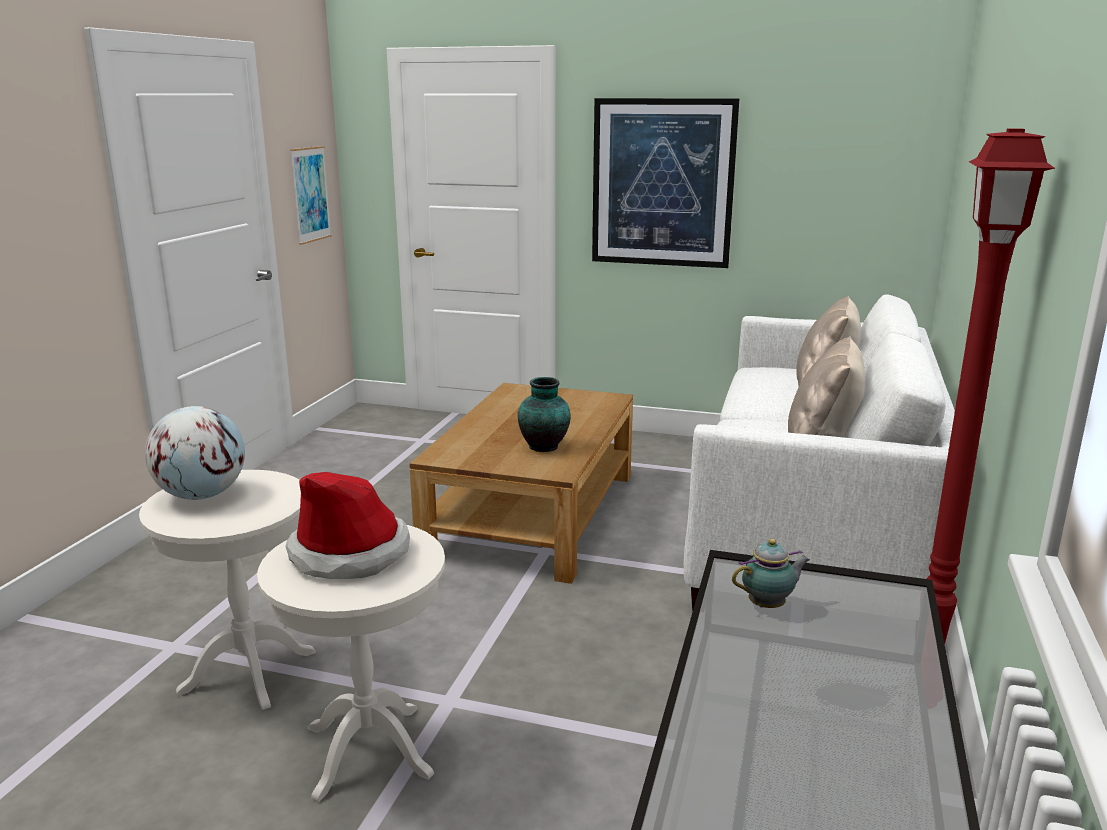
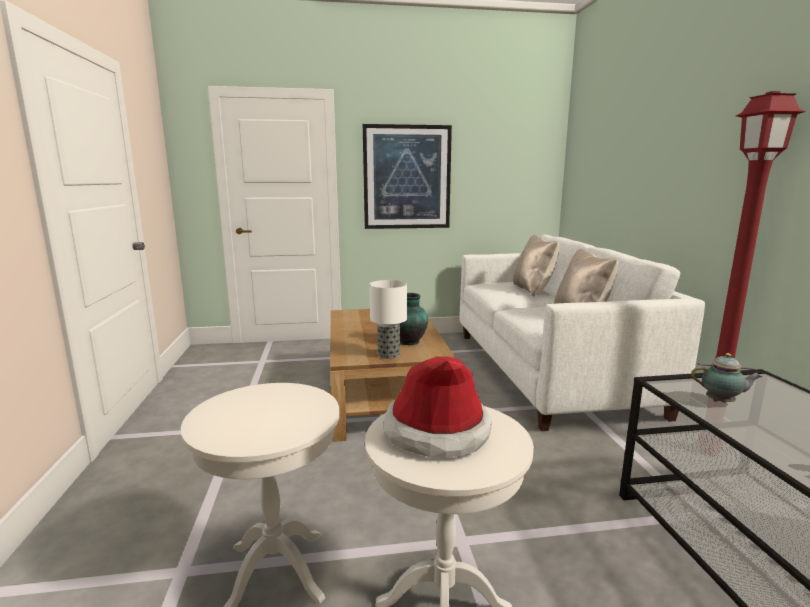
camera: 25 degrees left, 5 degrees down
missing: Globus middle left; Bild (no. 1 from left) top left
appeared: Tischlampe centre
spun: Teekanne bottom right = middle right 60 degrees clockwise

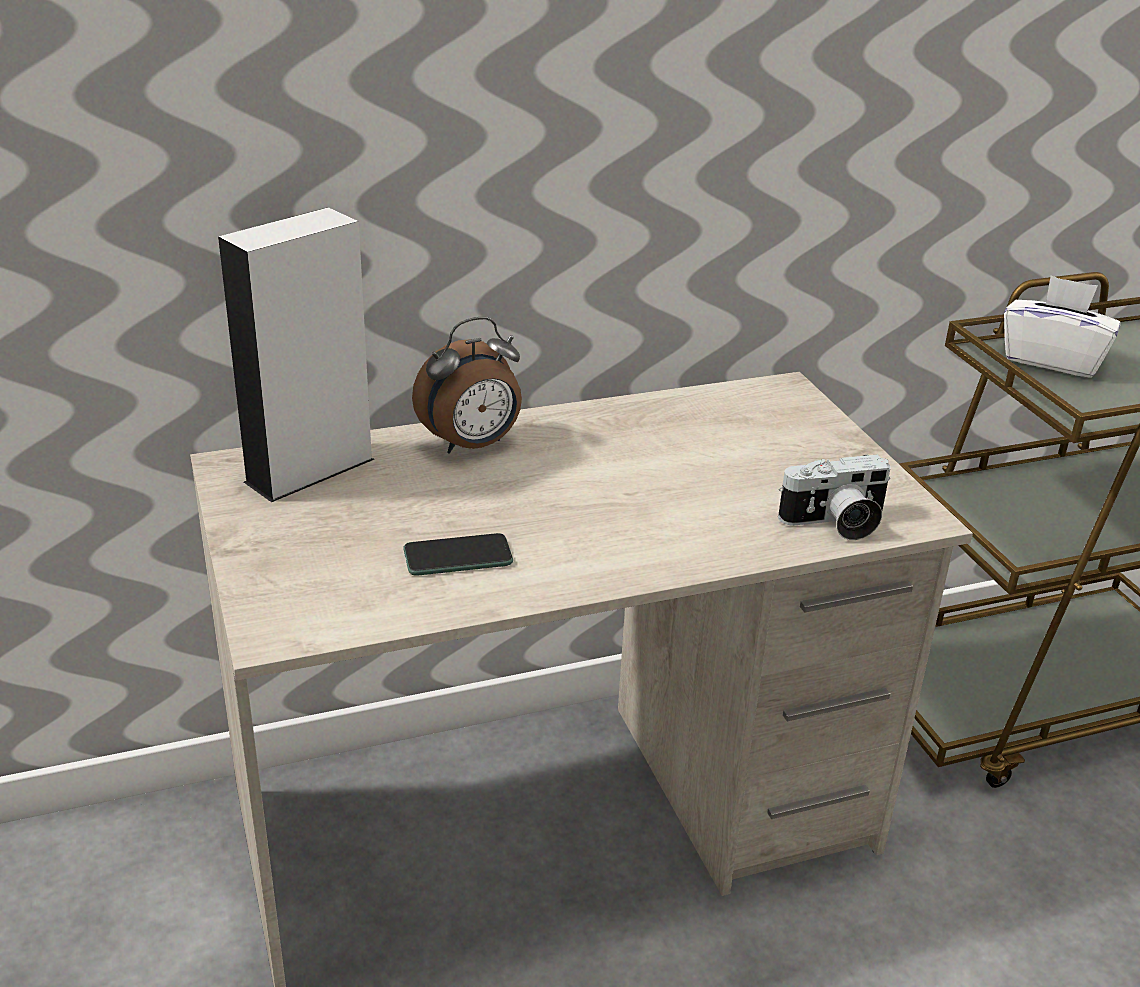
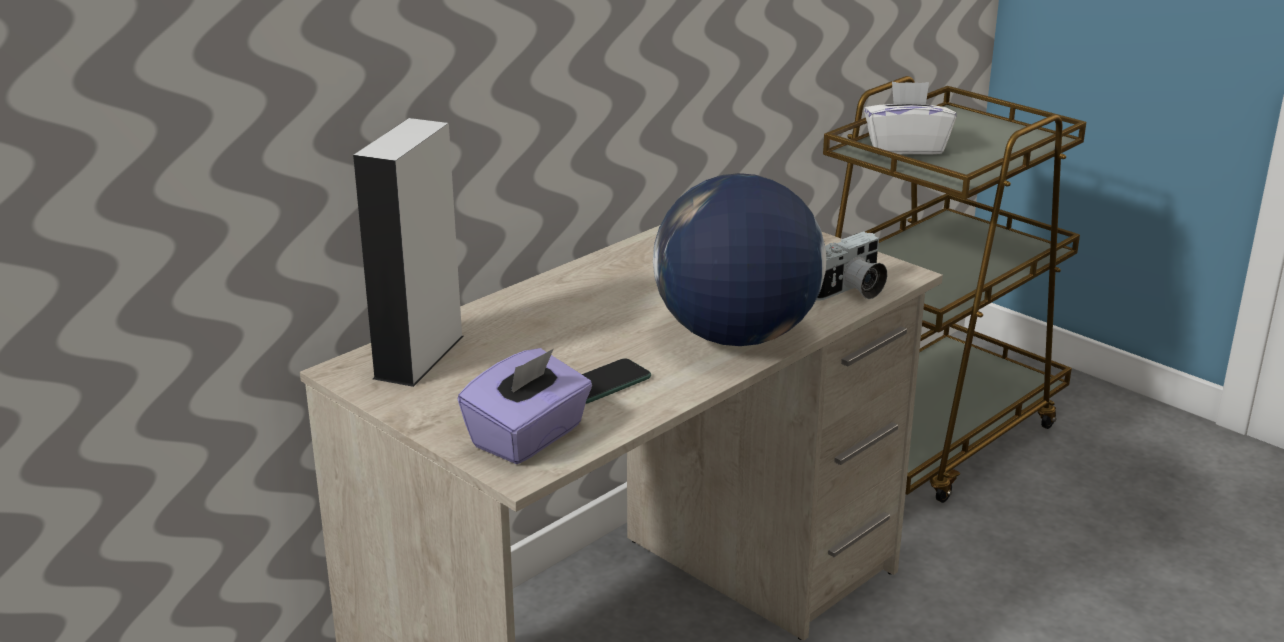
camera: 25 degrees left, 5 degrees down
missing: Wecker centre
appeared: Taschentuchbox (lila) centre; Globus centre

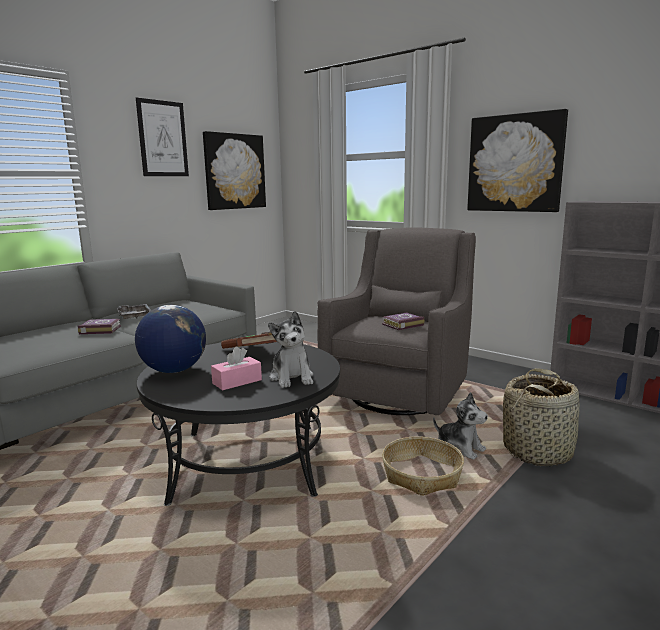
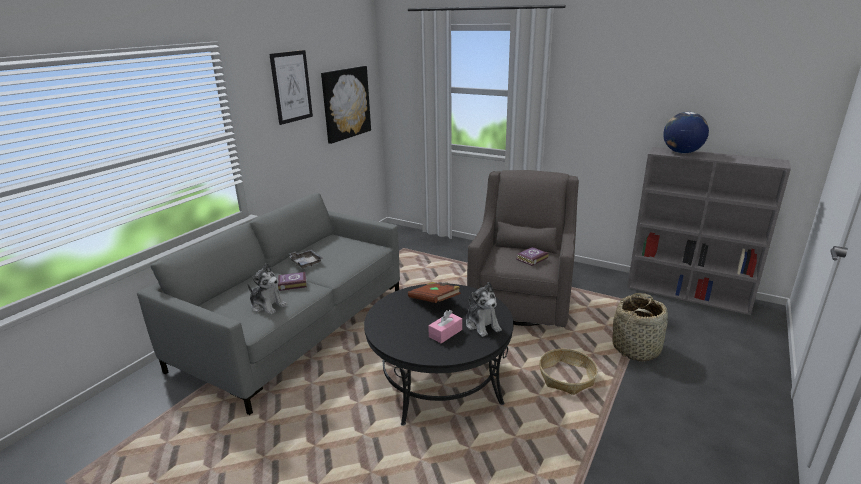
camera: 10 degrees left, 10 degrees up
missing: Bild (no. 3 from left) top right
relocated: Globus middle left to top right; Plüschtier (no. 2 from left in the first image) bottom right to Plüschtier (no. 1 from left) middle left

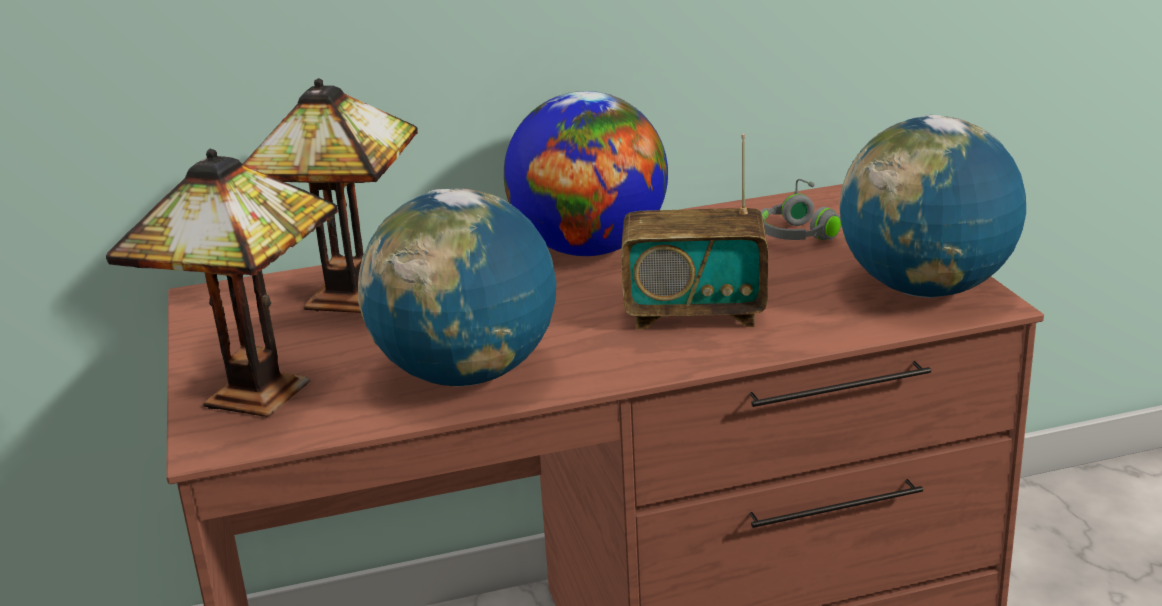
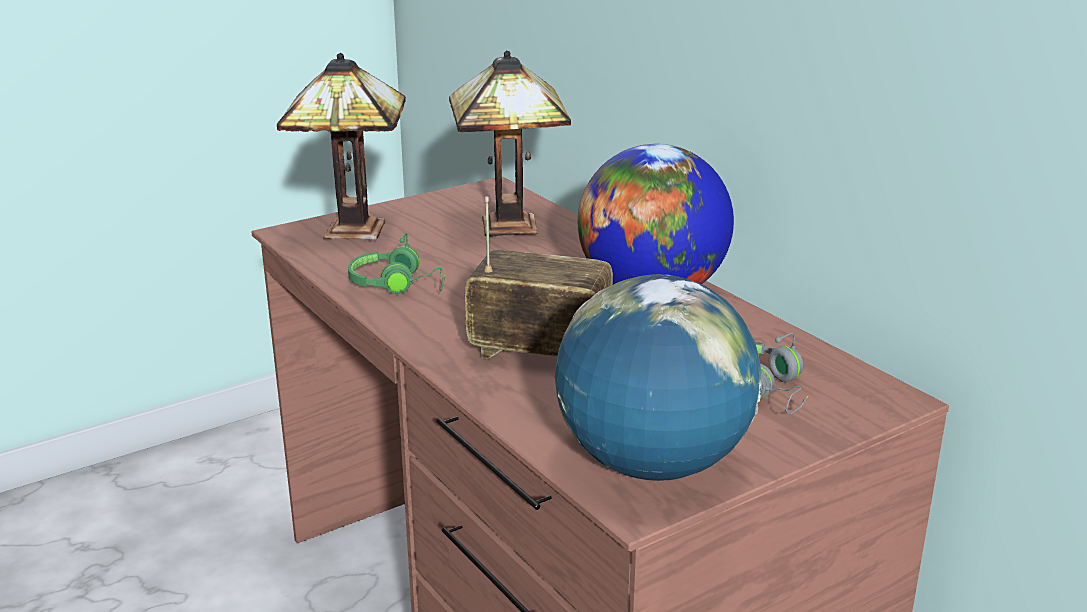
camera: 70 degrees right, 0 degrees up
exchanged: Globus (no. 1 from left) centre to Kopfhörer (grün) centre
spun: Radio centre = centre 120 degrees clockwise

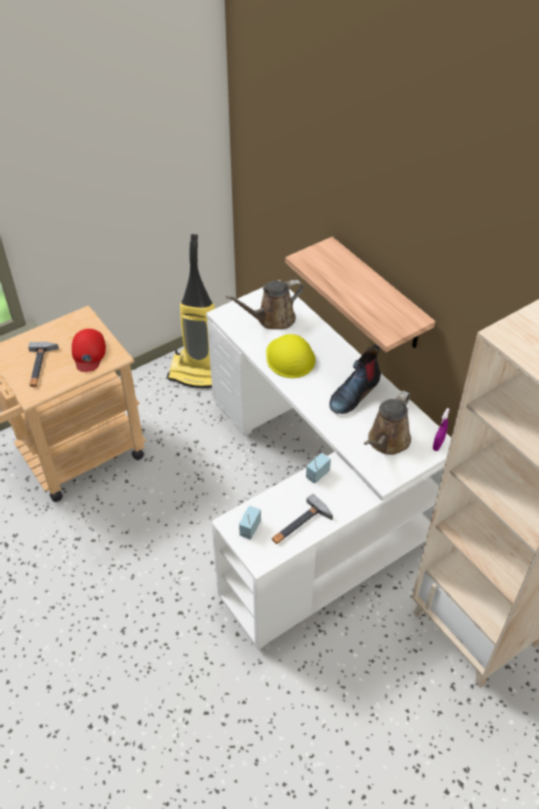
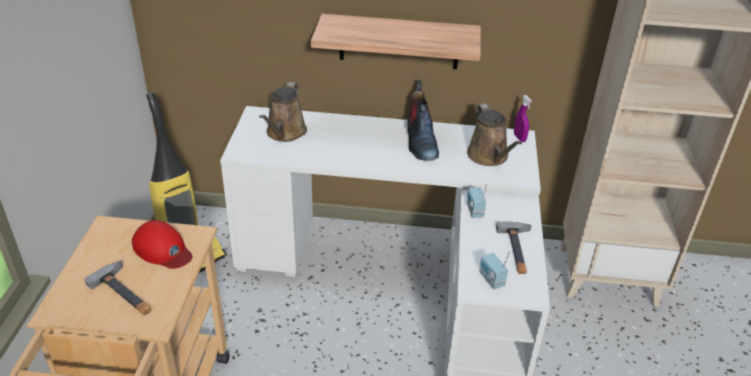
camera: 50 degrees left, 10 degrees down
missing: Schutzhelm (gelb) centre

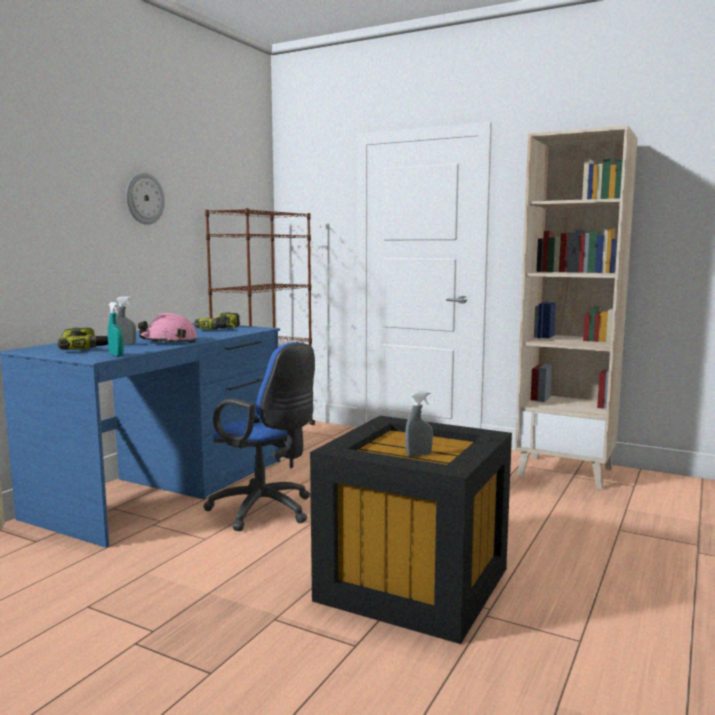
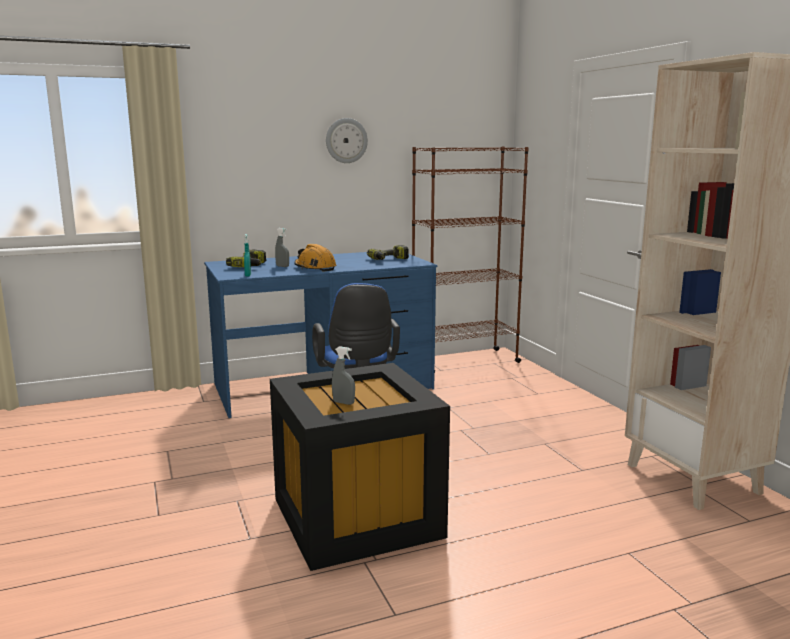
camera: 40 degrees right, 5 degrees up
colour: Schutzhelm (rosa) middle left to Schutzhelm (orange) centre

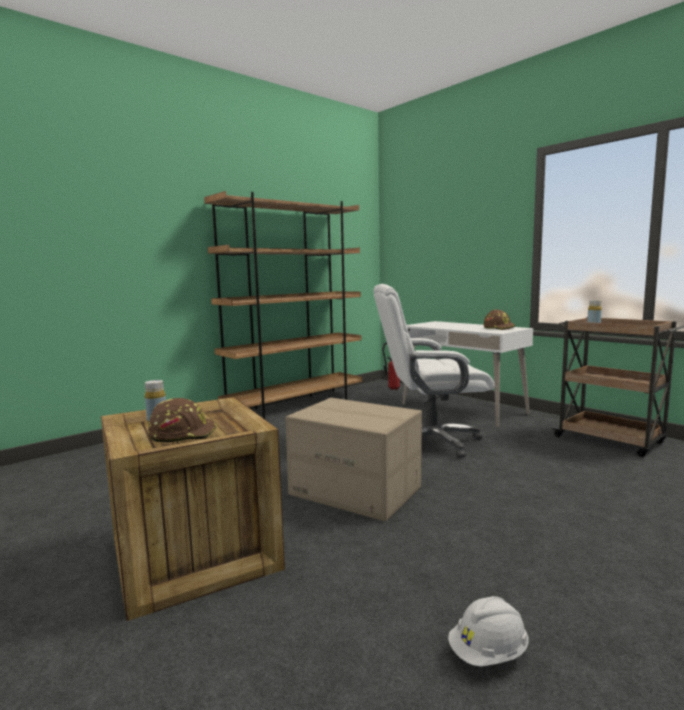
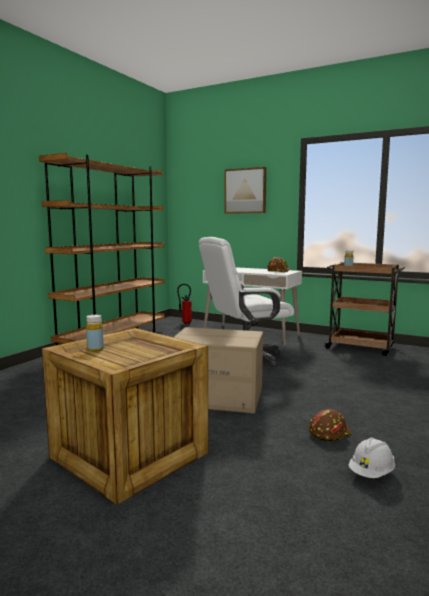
camera: 20 degrees left, 0 degrees up
appeared: Bild top centre
relocated: Schutzhelm (braun) (no. 1 from left in the first image) middle left to Schutzhelm (braun) (no. 2 from left) bottom right

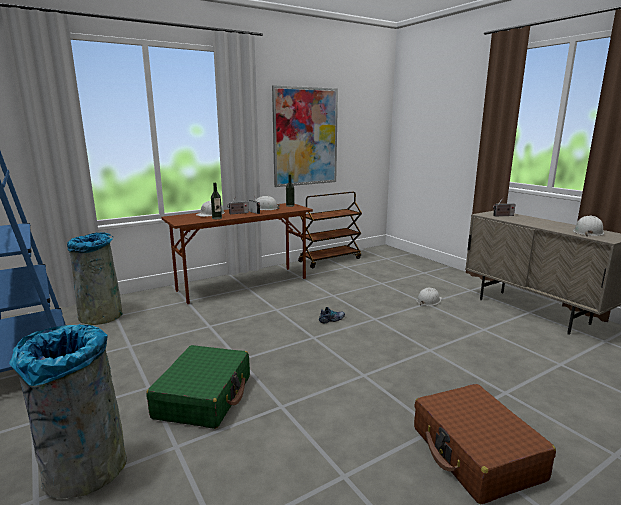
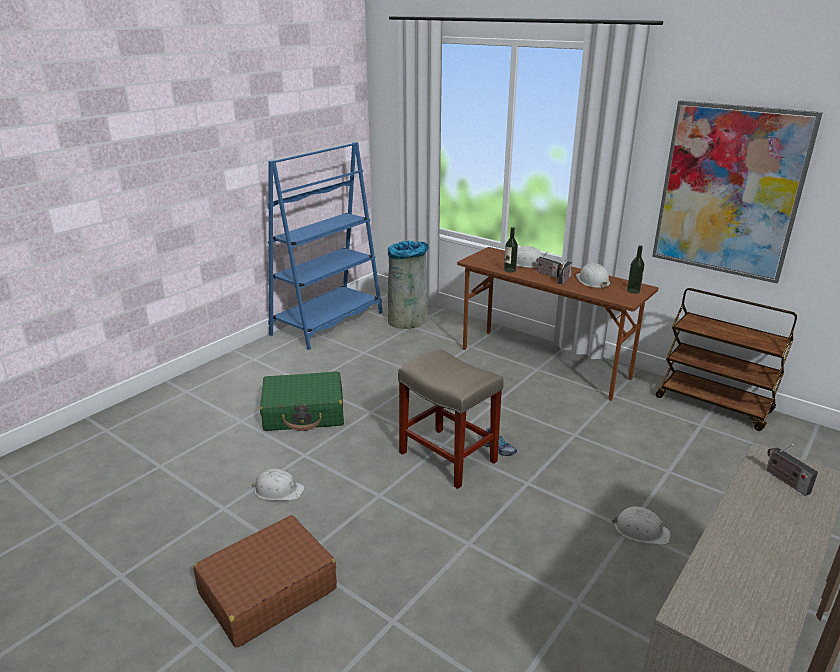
camera: 70 degrees right, 10 degrees up
missing: Mülleimer (grau) (no. 1 from left) bottom left
appeared: Hocker (beige) centre
relocated: Schutzhelm (weiß) (no. 4 from left in the first image) middle right to Schutzhelm (weiß) (no. 1 from left) bottom left

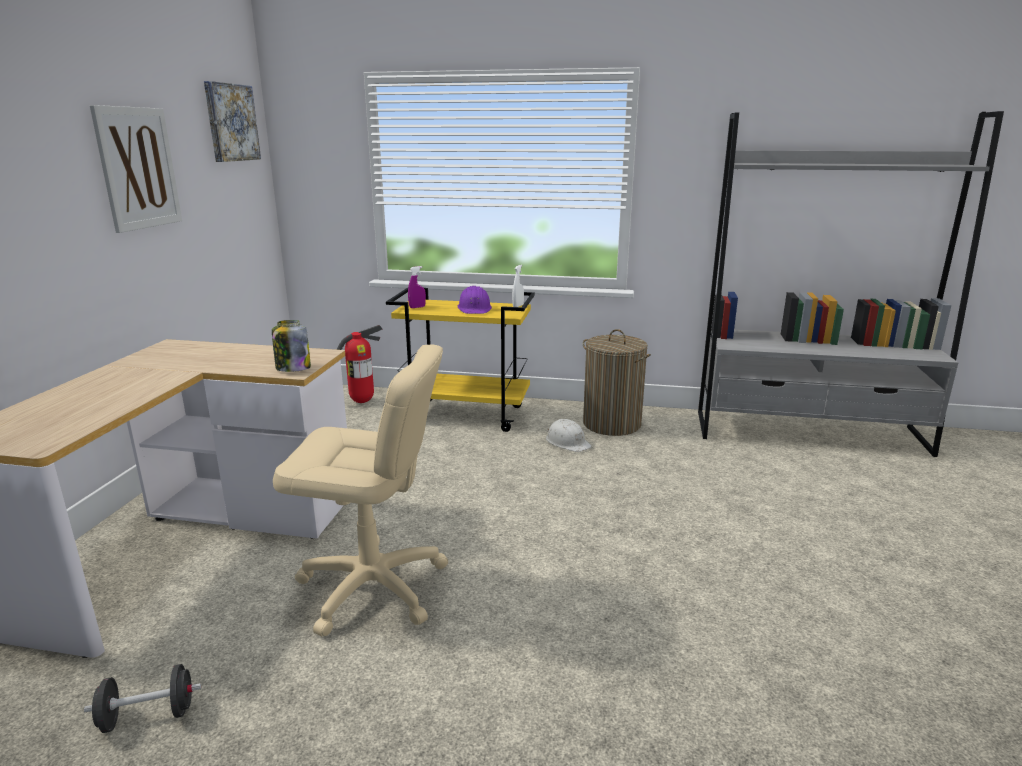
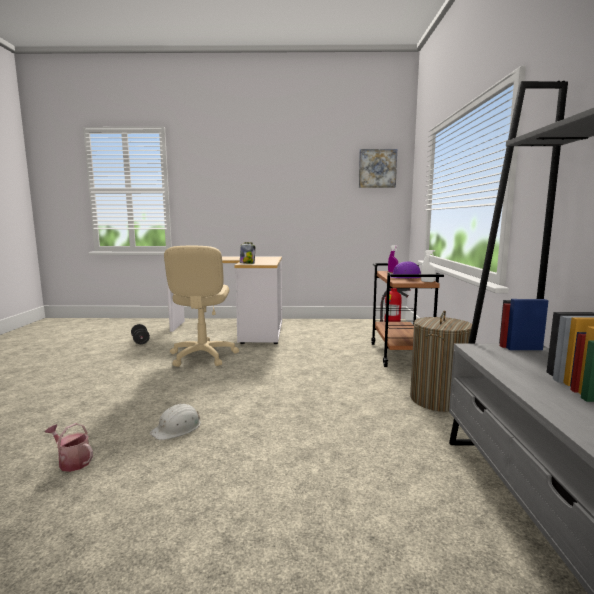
camera: 80 degrees right, 10 degrees down
missing: Bild (no. 1 from left) top left
appeared: Gießkanne bottom left
relocated: Schutzhelm (weiß) centre to bottom left
colour: Rollwagen (gelb) centre to Rollwagen (braun) middle right

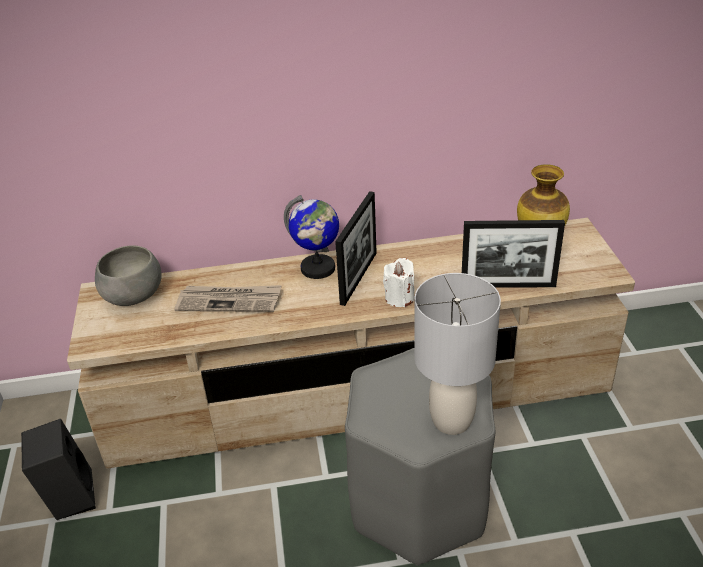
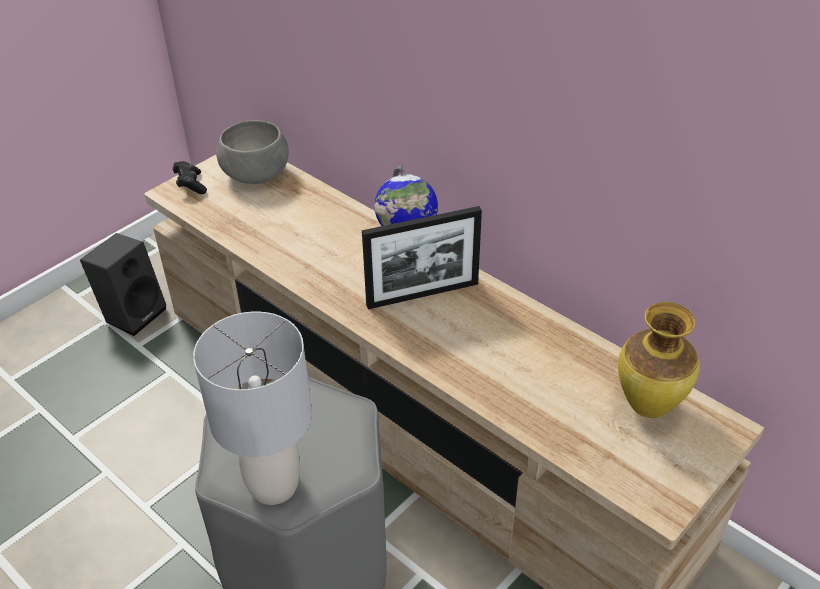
camera: 50 degrees right, 5 degrees up
missing: Zeitung middle left; Kerze (weiß) centre; Bilderrahmen (no. 2 from left) middle right
appeared: Gamepad (schwarz) top left

